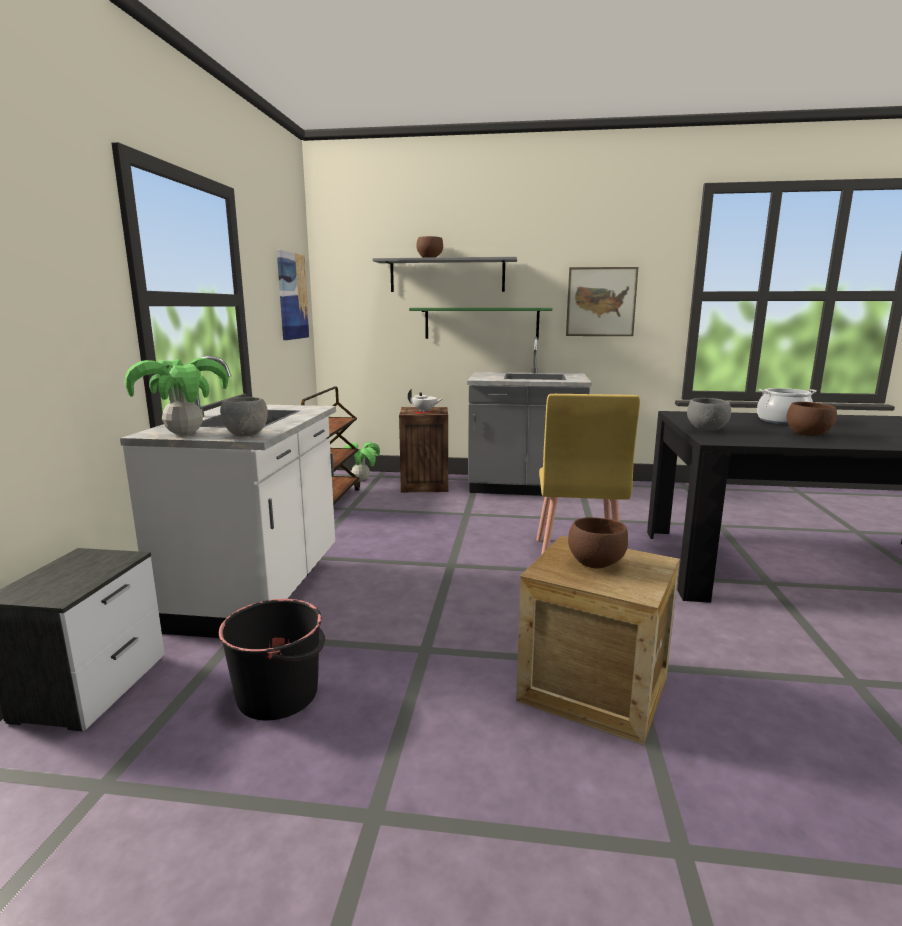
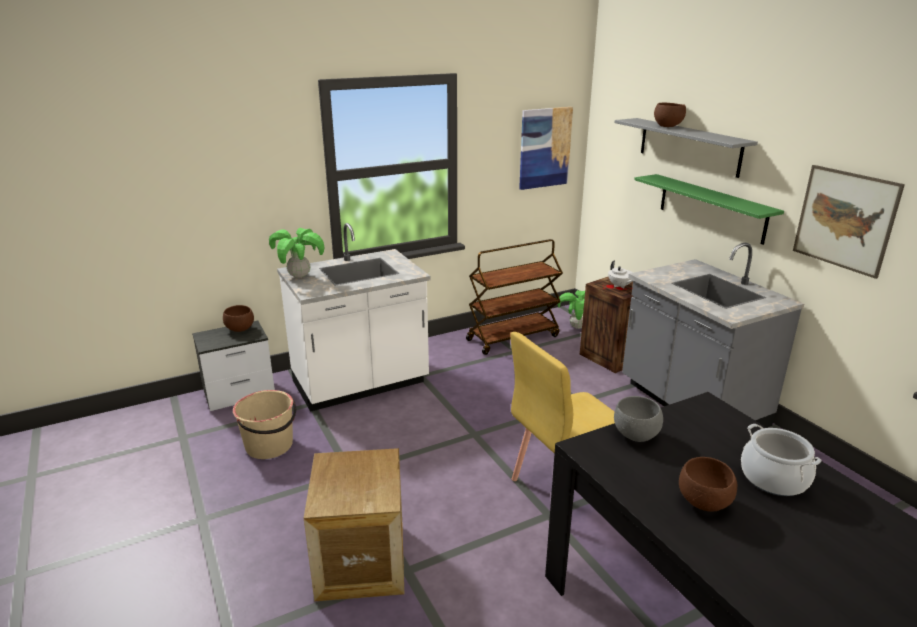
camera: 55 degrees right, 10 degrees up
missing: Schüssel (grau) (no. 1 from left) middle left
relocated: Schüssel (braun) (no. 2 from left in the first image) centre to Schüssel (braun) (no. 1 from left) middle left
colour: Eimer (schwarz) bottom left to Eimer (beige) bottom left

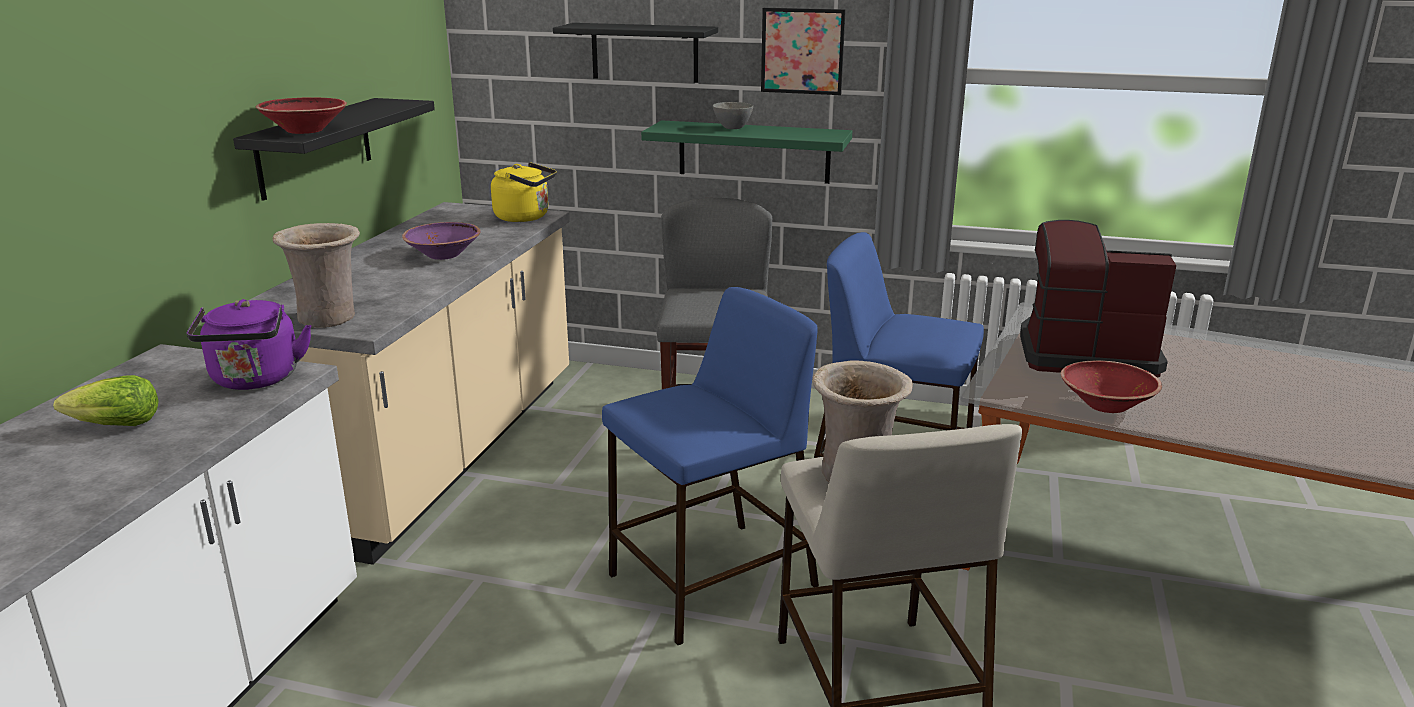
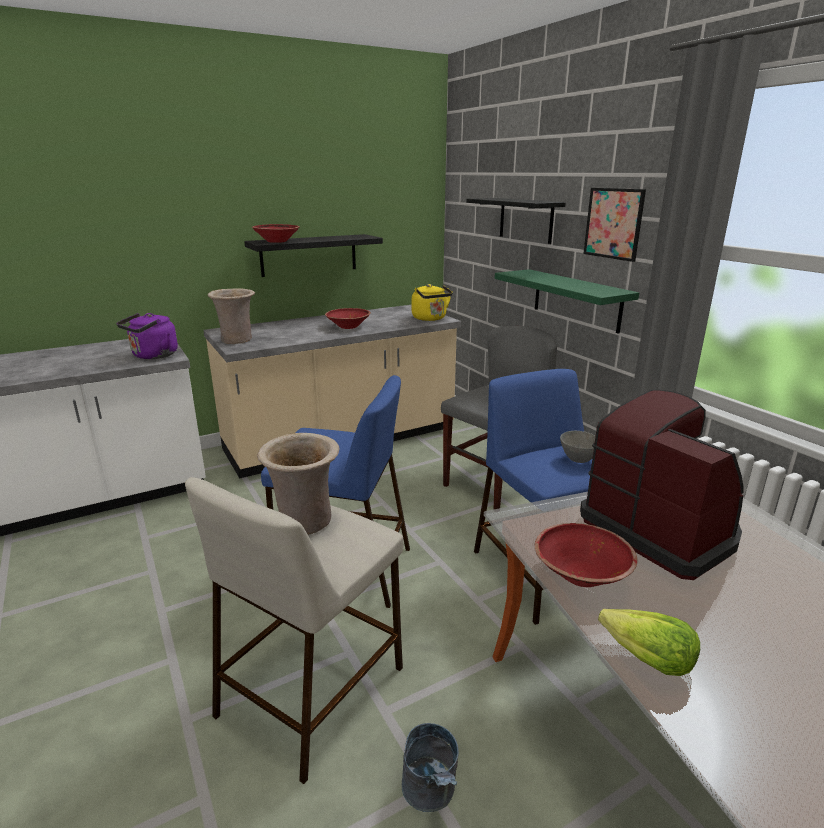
camera: 45 degrees right, 0 degrees up
appeared: Eimer (grau) bottom centre
relocated: Salatkopf middle left to bottom right; Schüssel (grau) top centre to middle right
colour: Schüssel (lila) middle left to Schüssel (rot) (no. 2 from left) centre

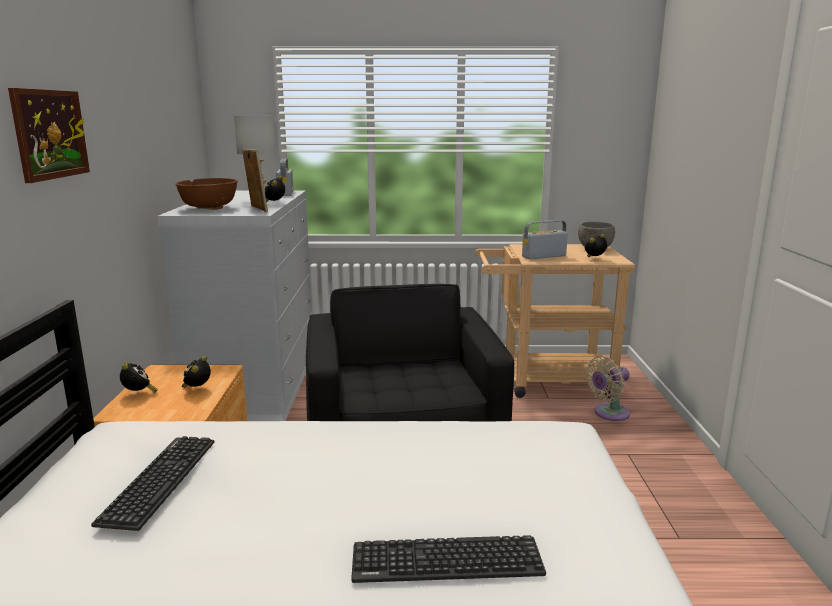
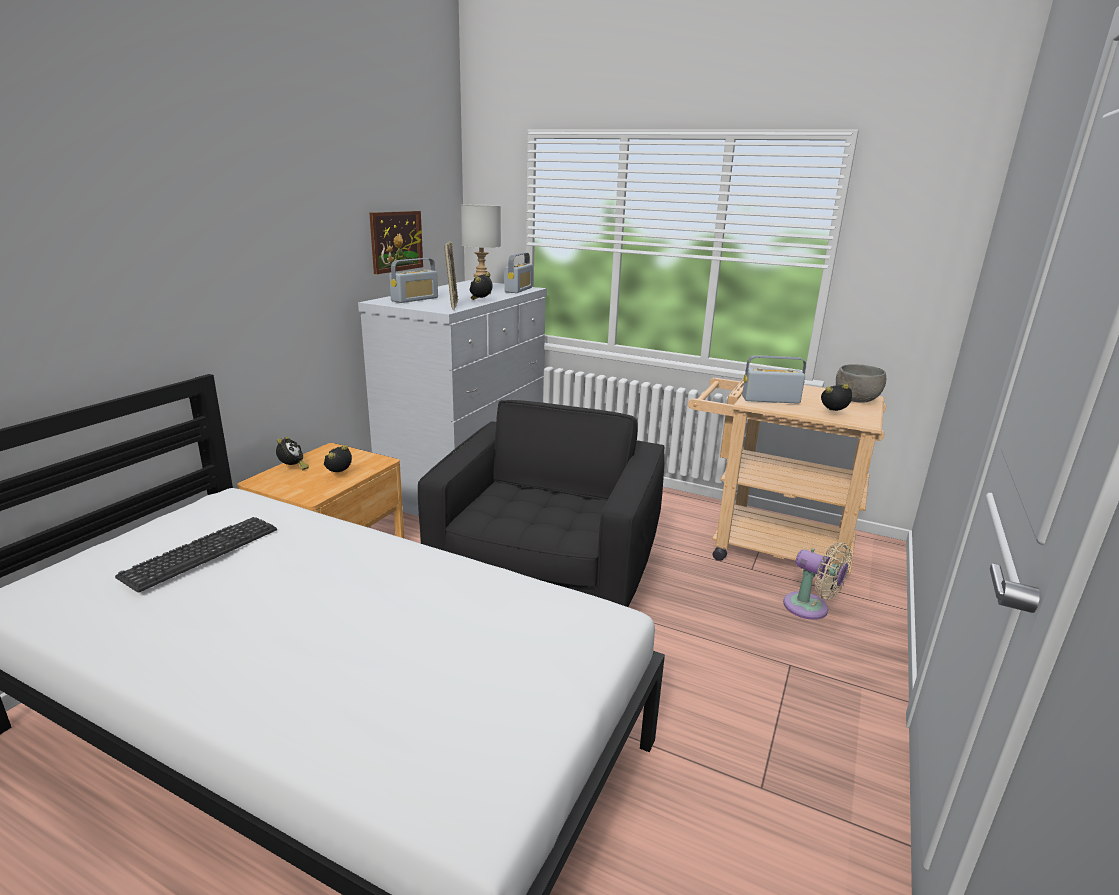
camera: 25 degrees right, 5 degrees up
missing: Tastatur (no. 2 from left) bottom centre
relocated: Bild top left to top centre
exchanged: Schüssel (braun) top left to Radio (no. 1 from left) top centre
spun: Ventilator (beige) middle right = middle right 135 degrees counterclockwise

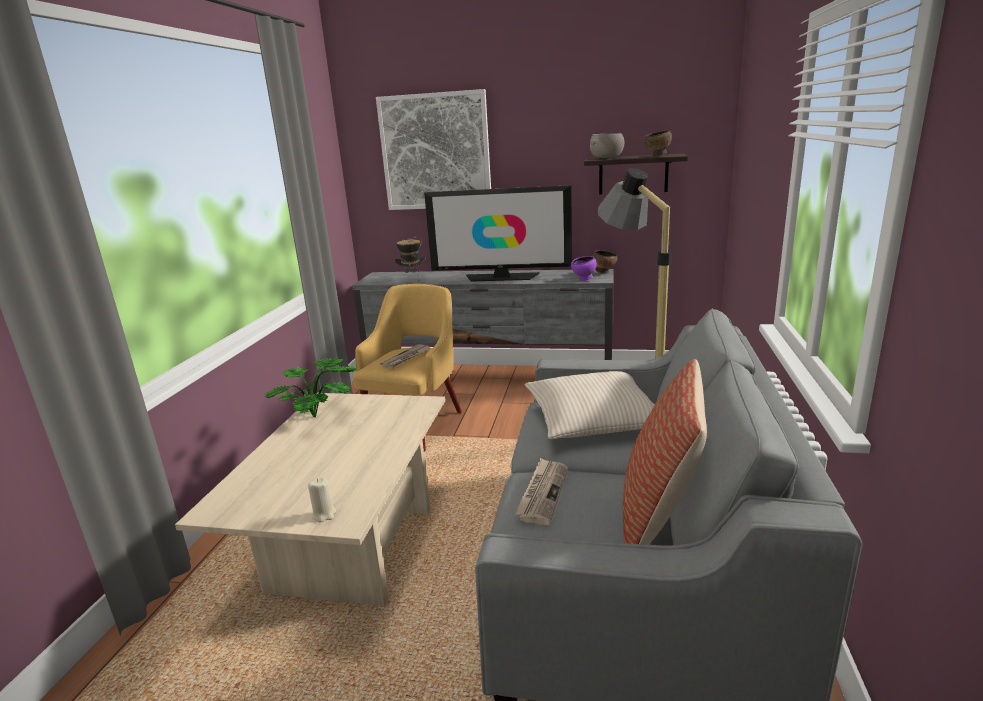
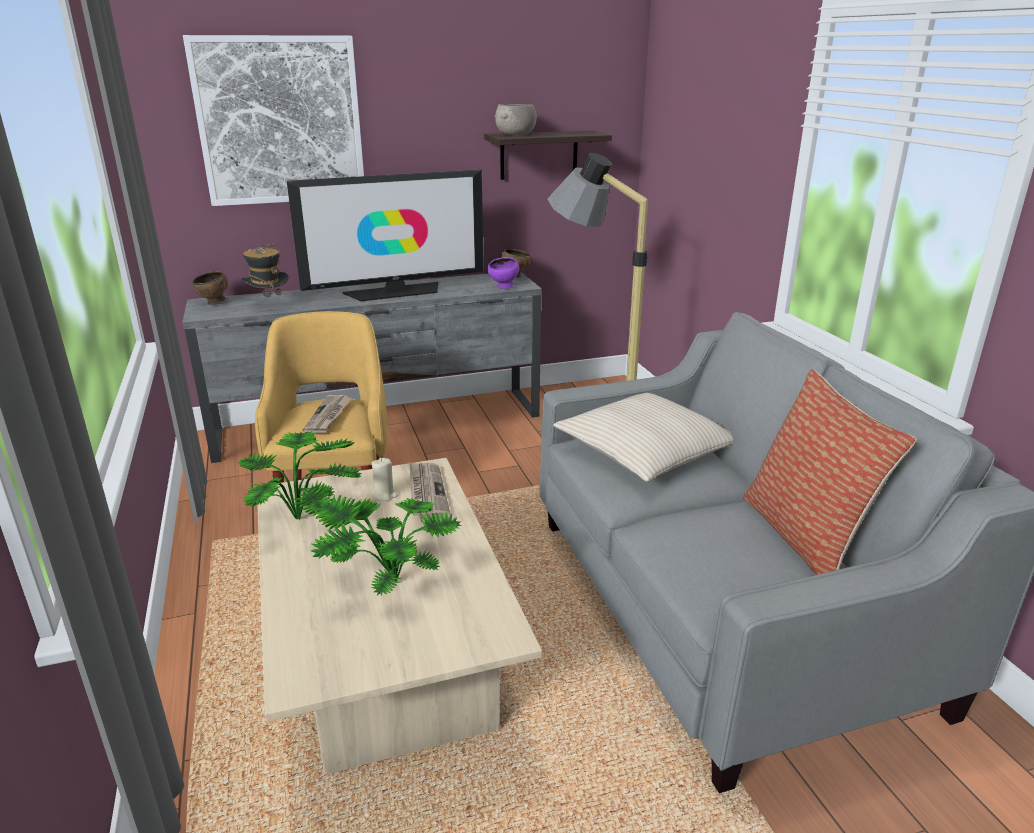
camera: 30 degrees left, 5 degrees up
appeared: Topfpflanze (no. 2 from left) centre
relocated: Kerze (beige) bottom left to centre; Zeitung (no. 2 from left) bottom centre to centre; Schüssel (braun) (no. 2 from left in the first image) top right to Schüssel (braun) (no. 1 from left) middle left

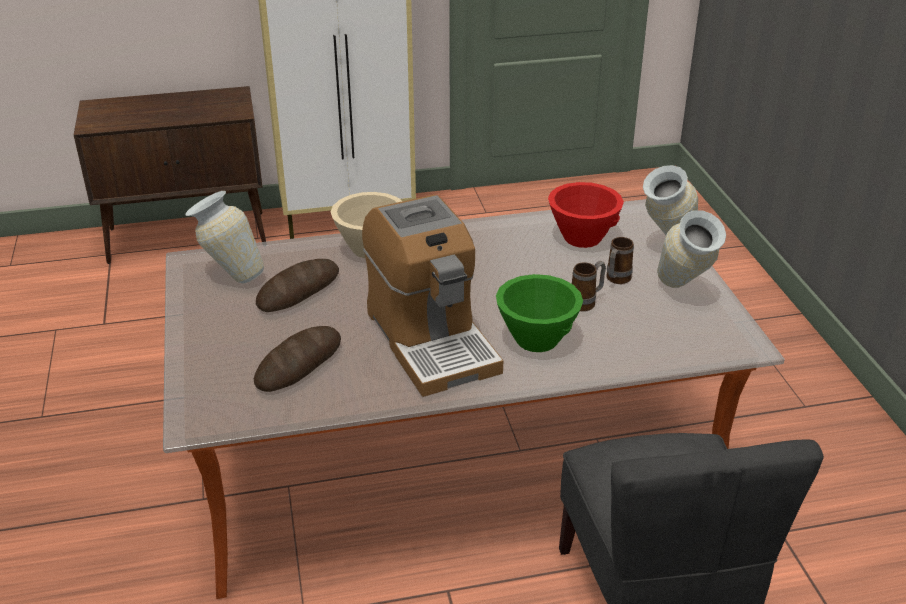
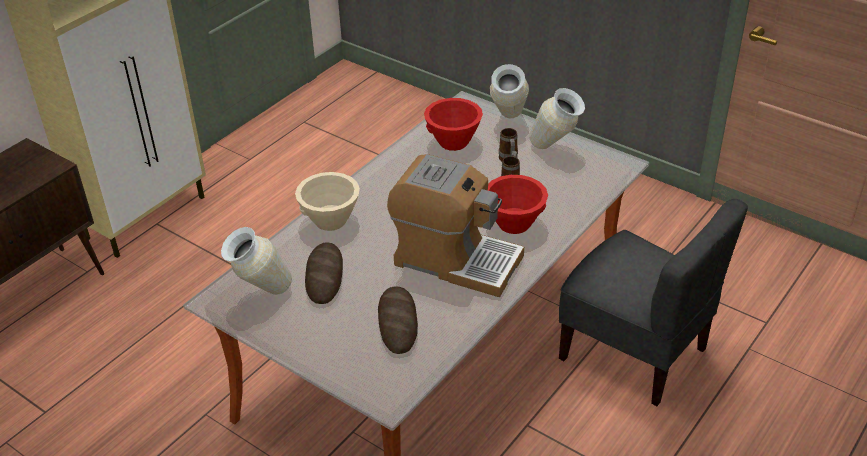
camera: 40 degrees left, 5 degrees up
colour: Schüssel (grün) centre to Schüssel (rot) (no. 2 from left) centre

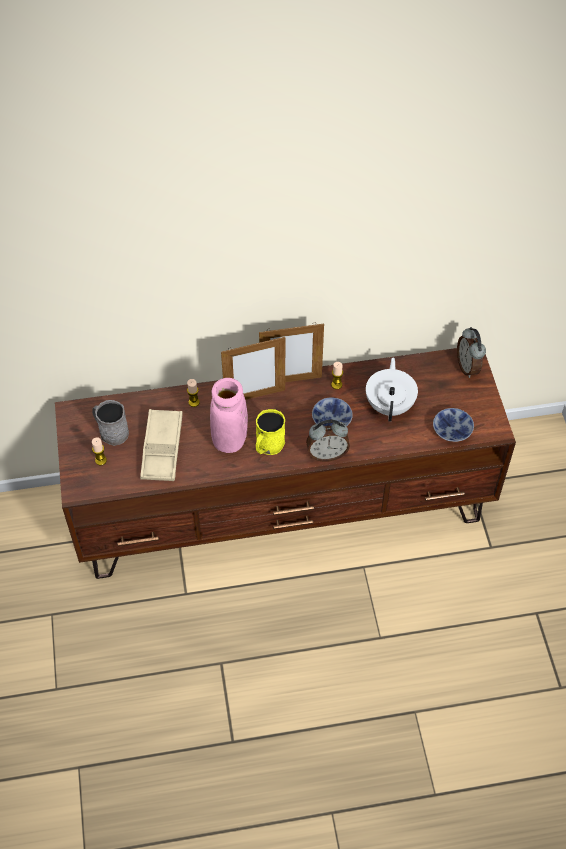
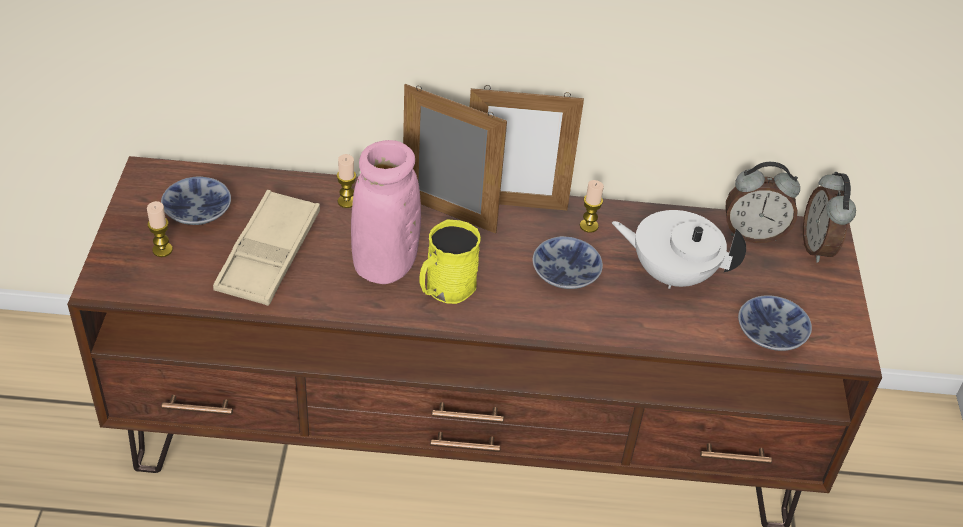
camera: 10 degrees right, 10 degrees down
relocated: Wecker (no. 1 from left) centre to middle right
exchanged: Henkelbecher (grau) middle left to Schüssel (no. 1 from left) middle left
spun: Bilderrahmen (no. 1 from left) centre = top centre 150 degrees counterclockwise; Teekanne (weiß) middle right = middle right 90 degrees counterclockwise

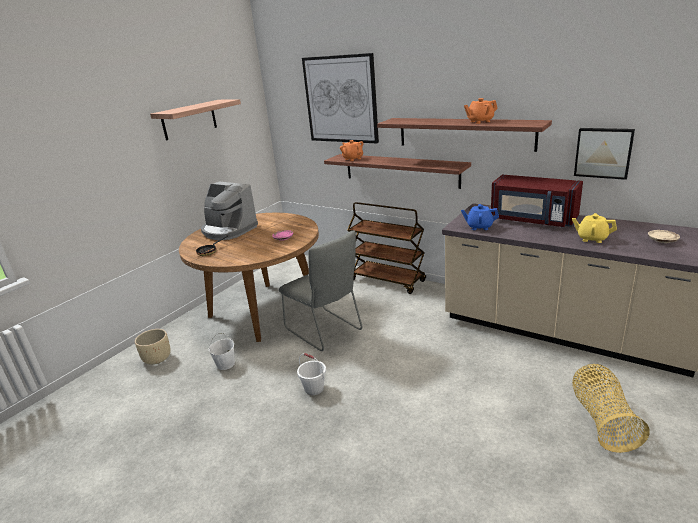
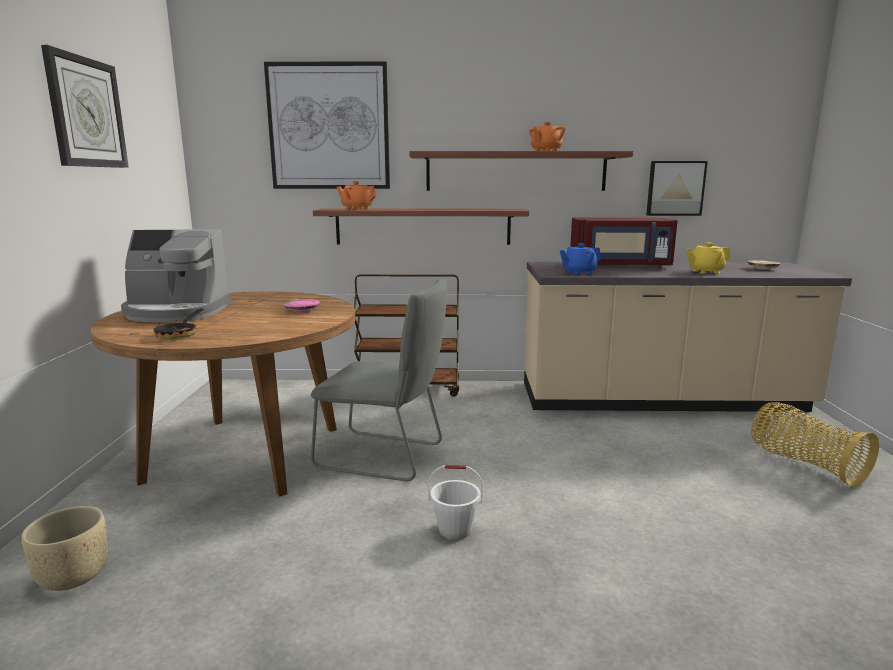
camera: 35 degrees left, 10 degrees down
missing: Eimer (weiß) (no. 1 from left) bottom left
exchanged: Wandregal (no. 1 from left) top left to Wanduhr top left

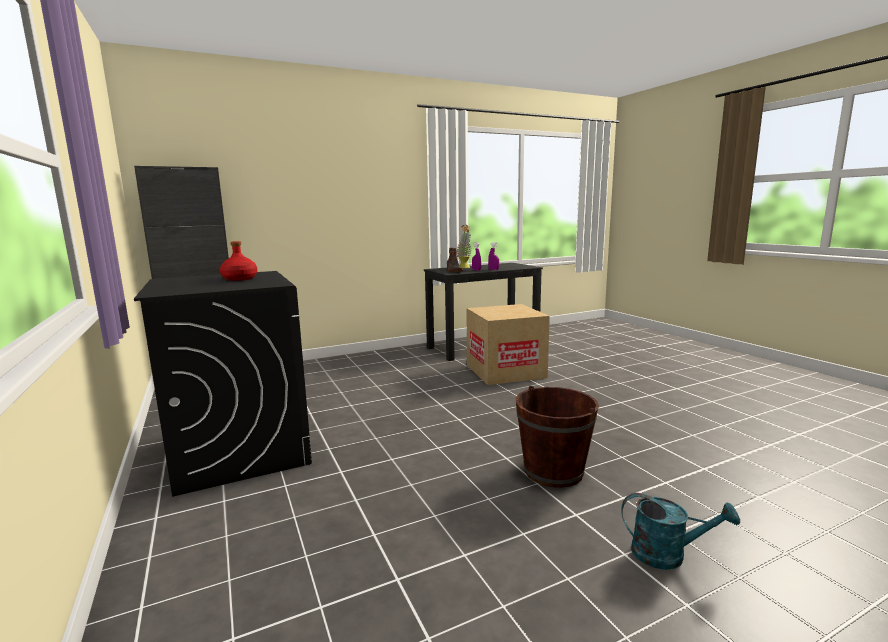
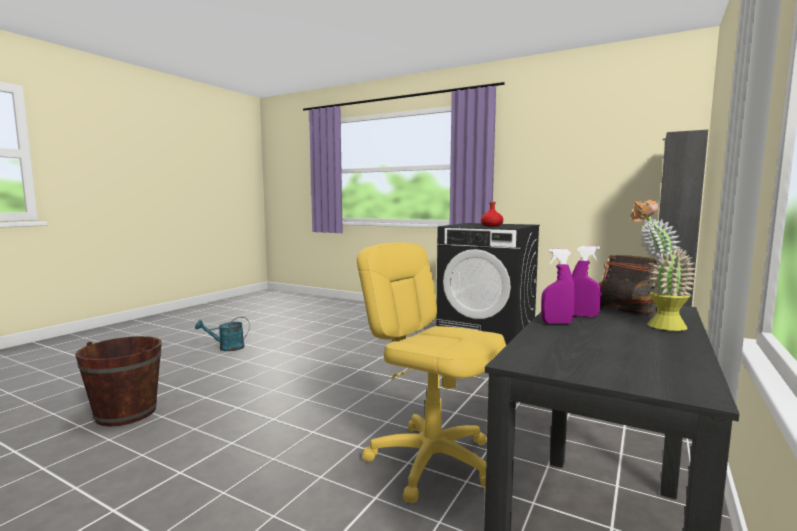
camera: 145 degrees right, 5 degrees down
relocated: Eimer (braun) bottom centre to bottom left
exchanged: Karton centre to Bürostuhl (gelb) bottom centre

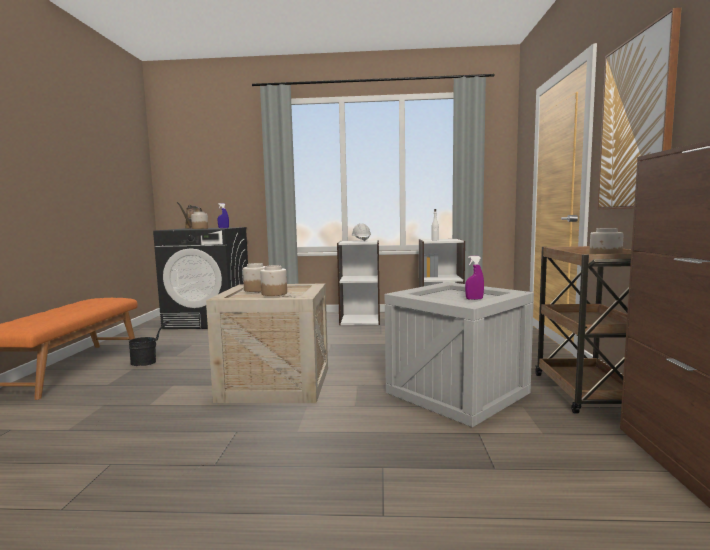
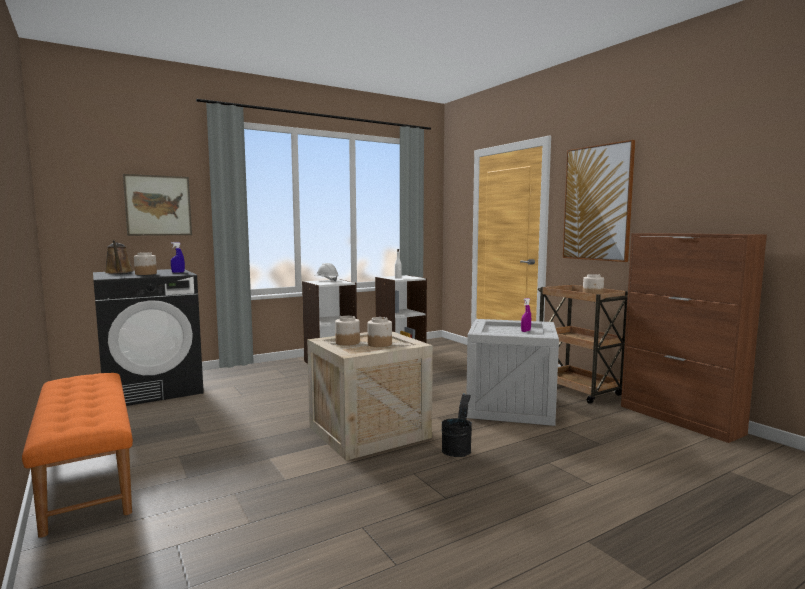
camera: 35 degrees left, 0 degrees up
appeared: Bild (no. 1 from left) middle left
relocated: Eimer (schwarz) middle left to bottom centre

